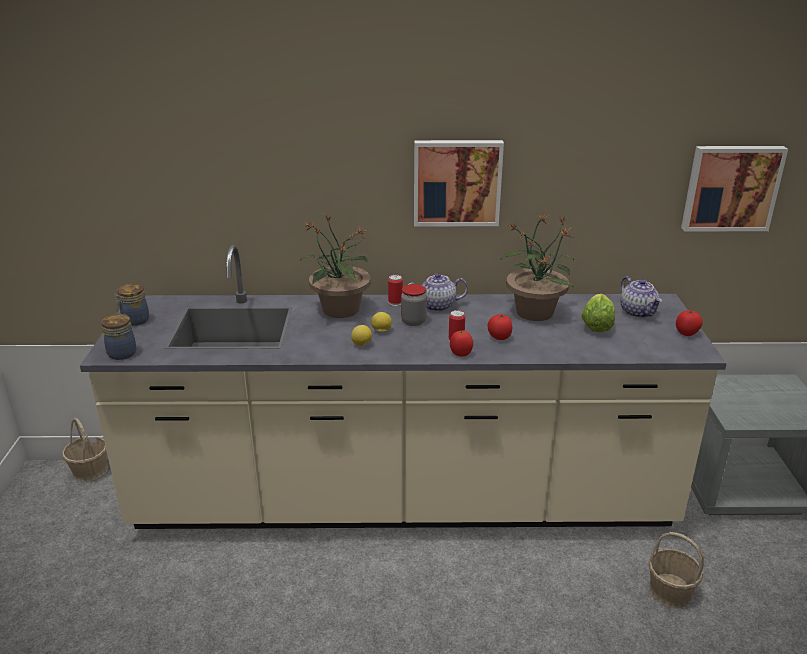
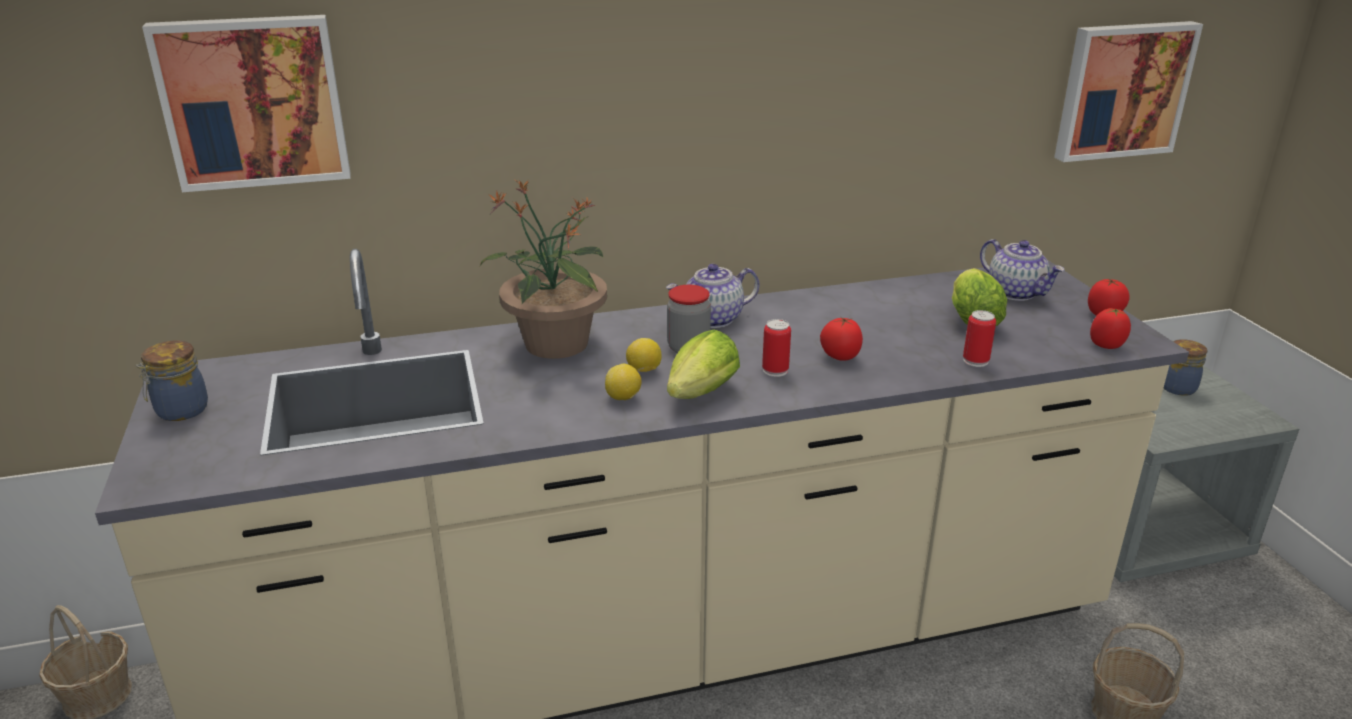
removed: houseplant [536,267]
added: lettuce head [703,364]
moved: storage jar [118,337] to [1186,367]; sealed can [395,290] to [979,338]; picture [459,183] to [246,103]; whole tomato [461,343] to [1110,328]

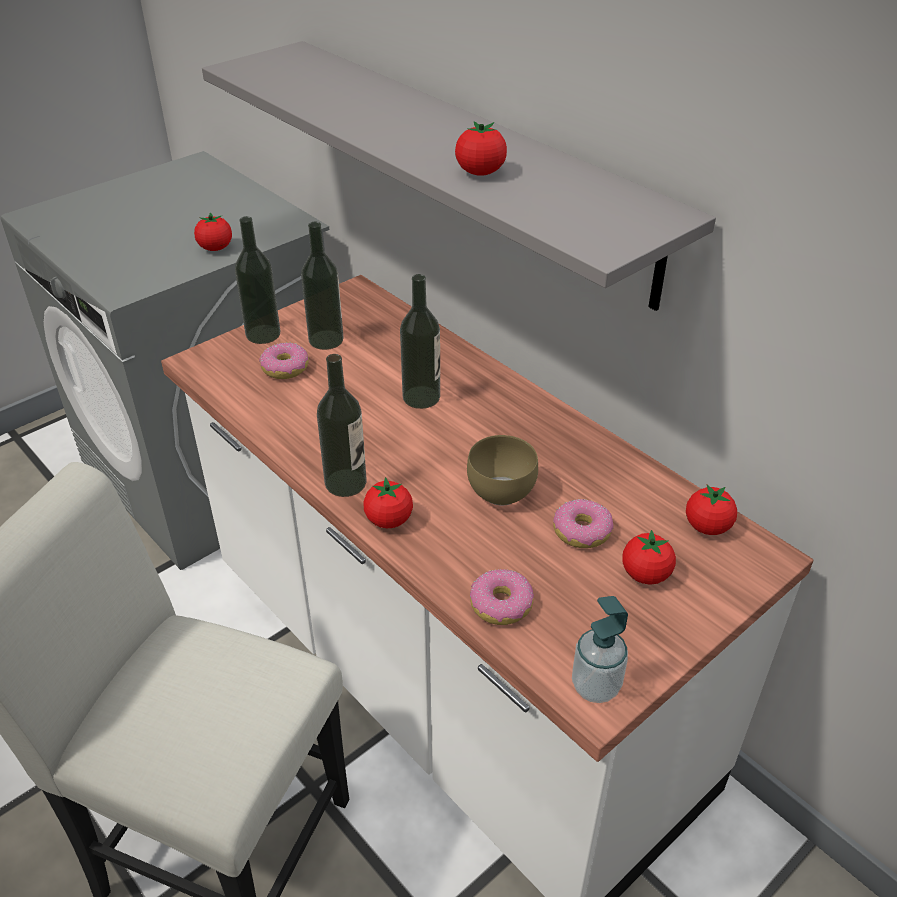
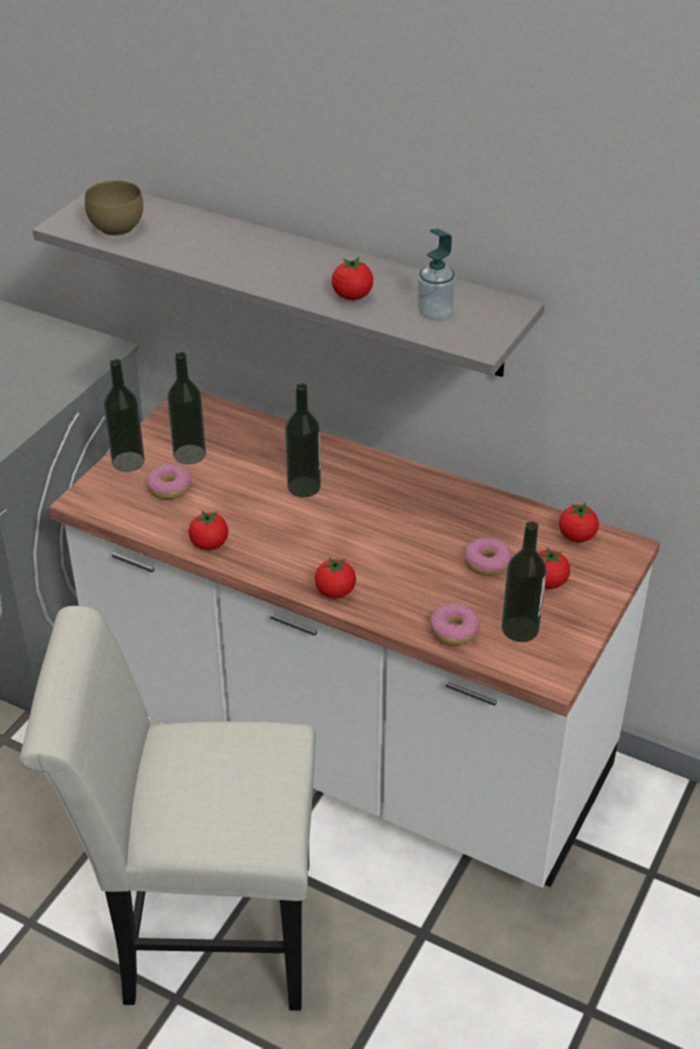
moved: whole tomato [213,231] to [208,530]; drink bottle [342,425] to [524,581]; serving bowl/brown [502,470] to [114,208]; soap dispenser [600,649] to [436,275]

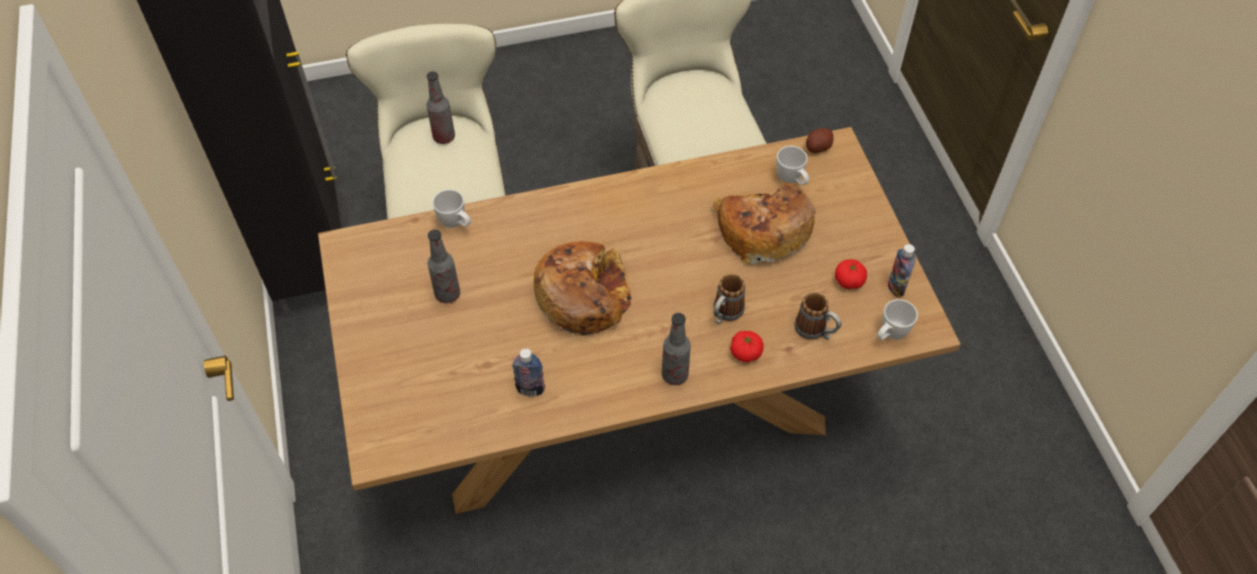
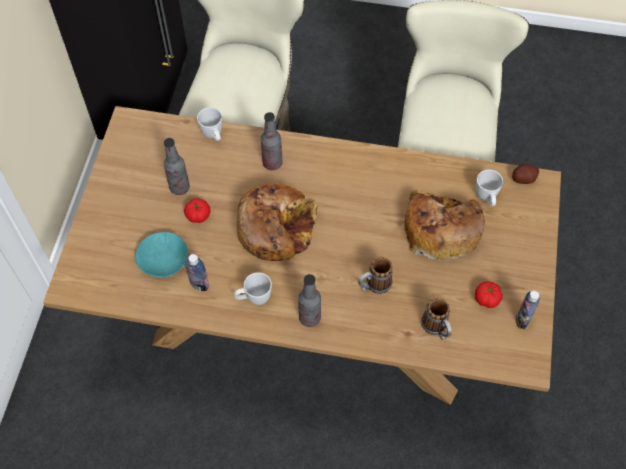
added: serving bowl/turquoise-coloured [161,254]
moved: drink bottle [441,107] to [272,141]; whole tomato [747,346] to [197,210]; mug/whitish [897,319] to [253,288]

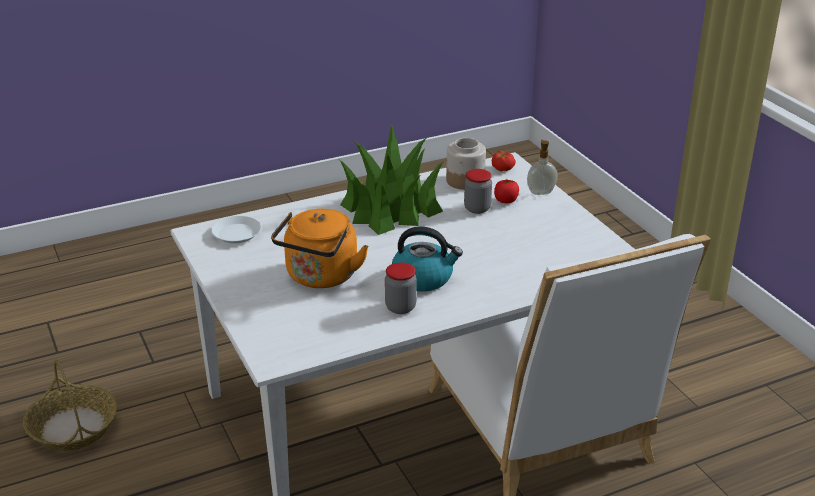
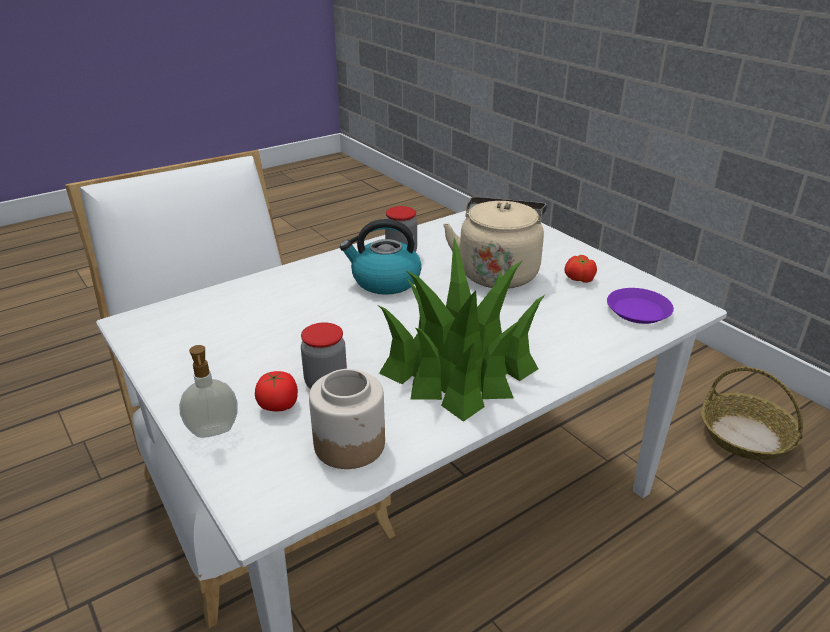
moved: whole tomato [504,161] to [581,269]
recoloured: flat dish/whitish [236,229] to flat dish/purple [640,306]; water kettle/orange-coloured [320,248] to water kettle/beige-coloured [495,243]

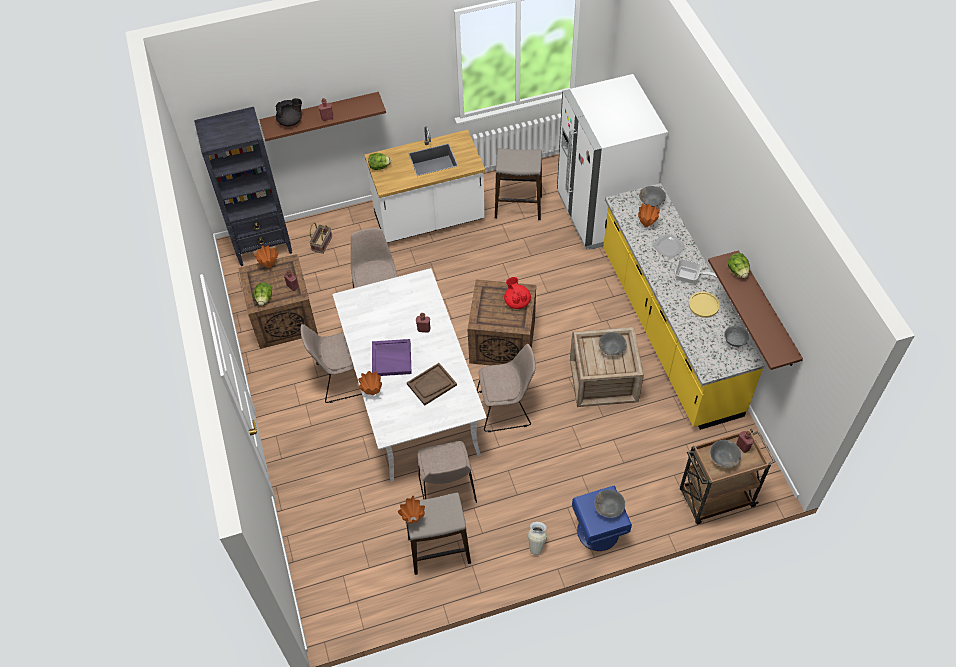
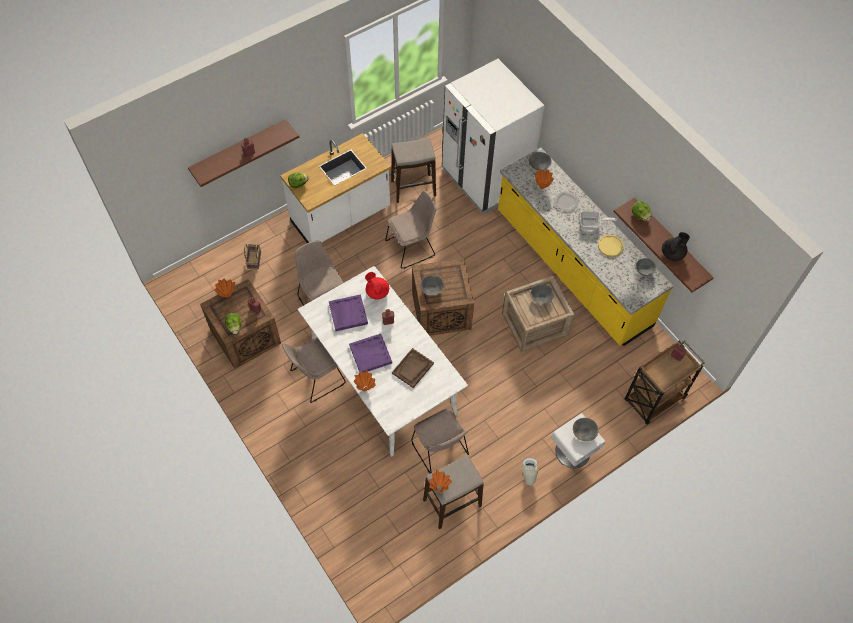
removed: bookcase/black-coloured [243,186]
added: carrying tray/purple [348,312]
moved: tea pot/black-coloured [288,112] to [676,246]; chair/beige-coloured [506,388] to [410,229]; tea pot/red [517,293] to [377,285]; serving bowl/grey [725,454] to [432,285]
recoloured: bedside table/blue-coloured [602,518] to bedside table/whitish [578,440]

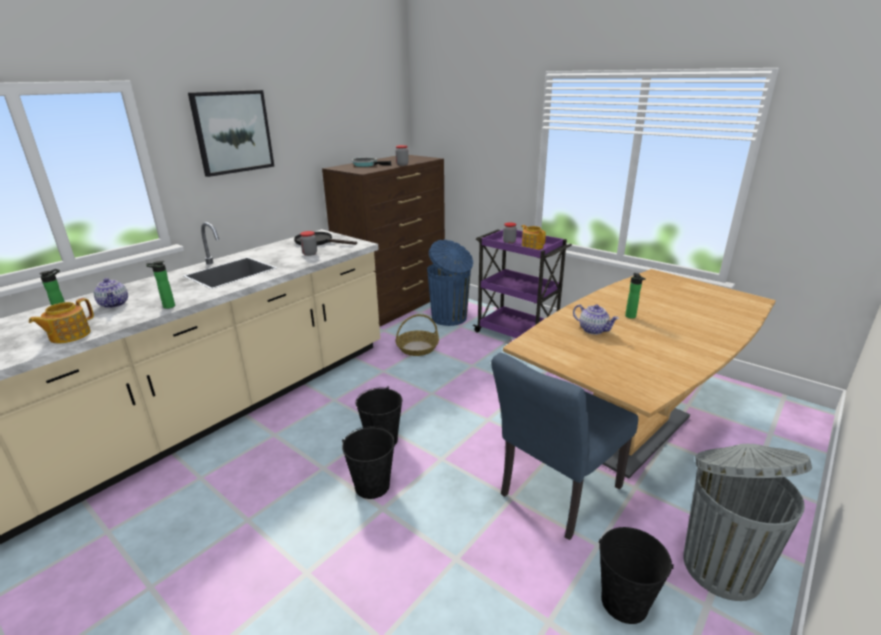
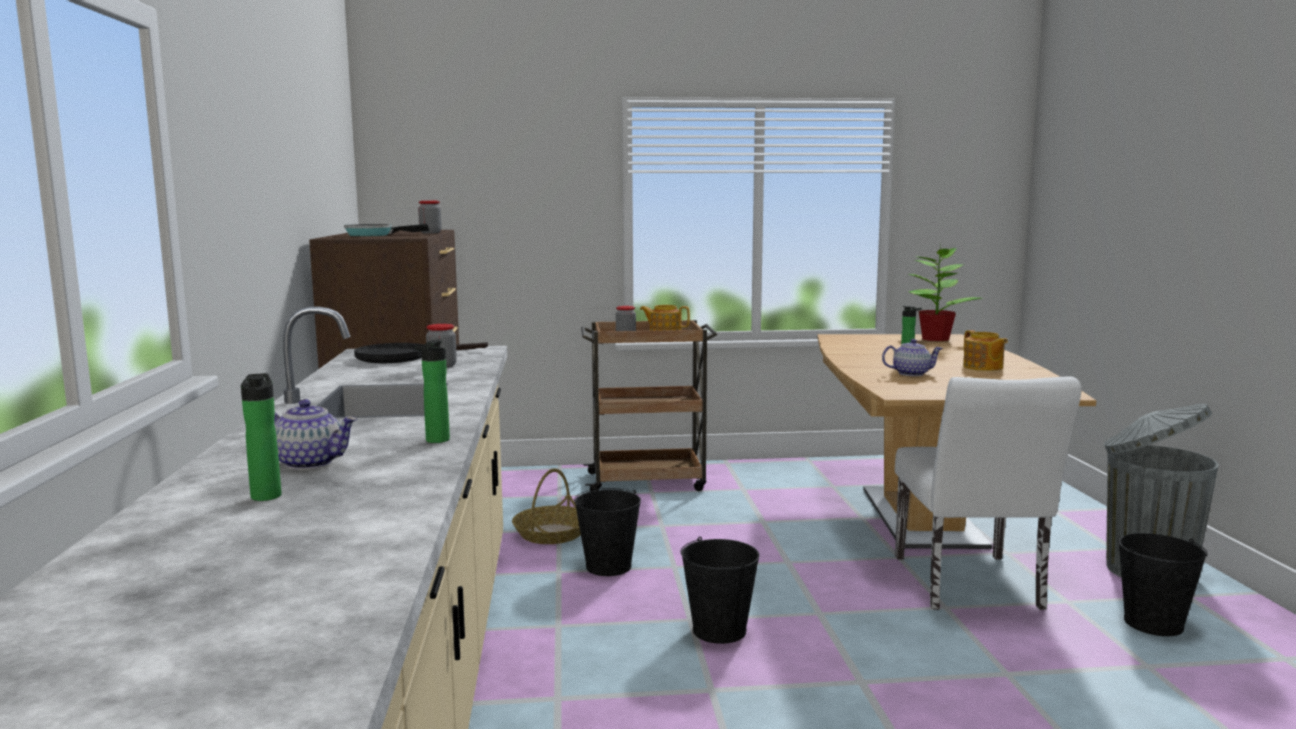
removed: picture [231,133]; rubbish bin/blue-coloured [450,283]
added: houseplant [945,292]
moved: tea pot [61,320] to [985,350]; bucket/black-coloured [368,462] to [607,532]
recoloured: cart/purple [522,283] to cart/brown [649,406]; chair/blue-coloured [564,446] to chair/whitish [988,493]

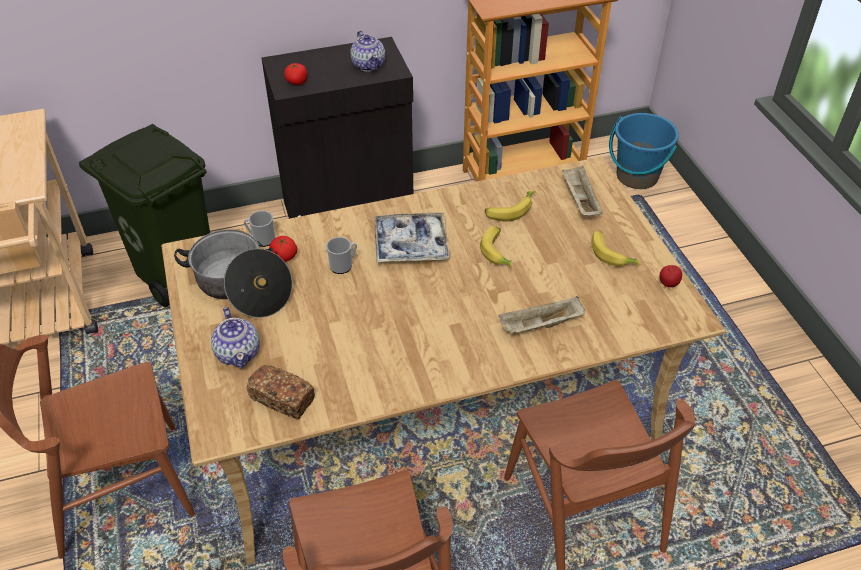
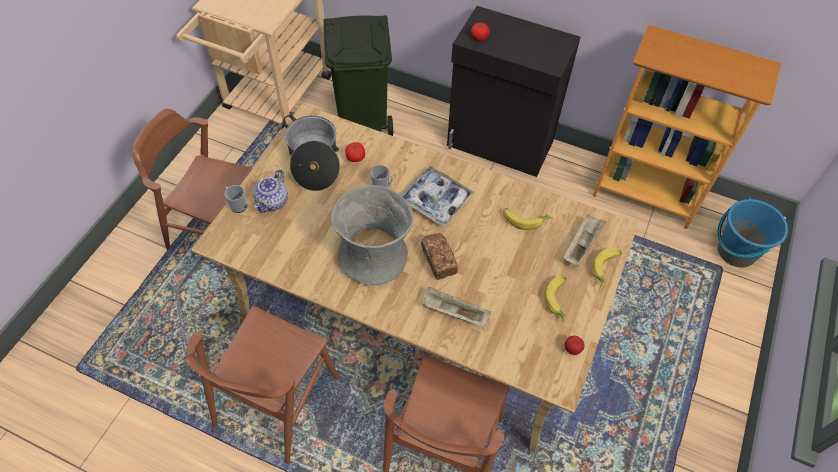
removed: tea pot [367,51]
added: decorative vase/grey [372,235]
moved: mug [259,229] to [236,199]; bread [281,392] to [439,256]; banana fruit [496,247] to [607,267]

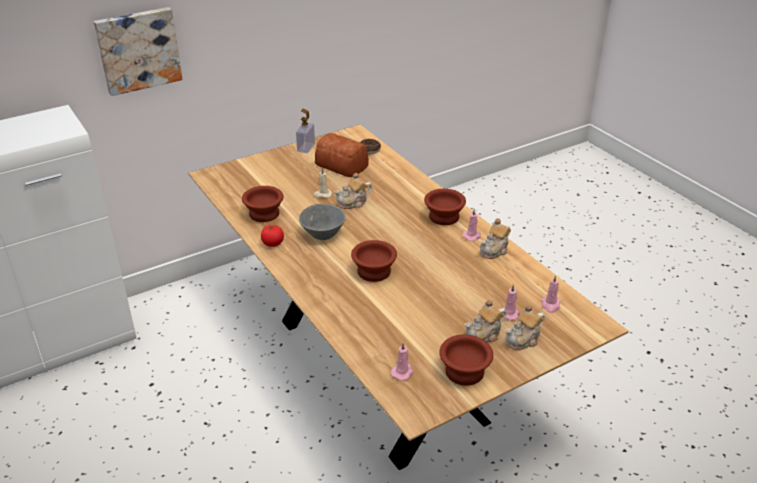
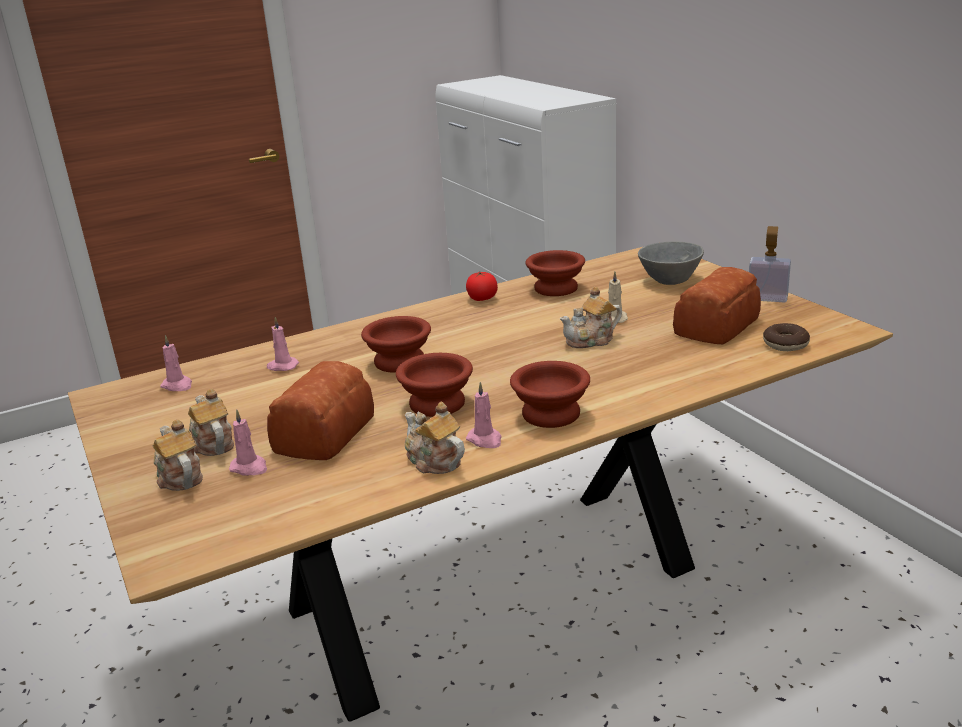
removed: picture [138,51]
added: bread [320,410]
moved: serving bowl/grey [322,222] to [671,263]; serving bowl/brown [466,360] to [434,385]; wax light/pinkish [550,294] to [283,344]
turned: tea pot [353,191] = [591,317] 90 degrees counterclockwise

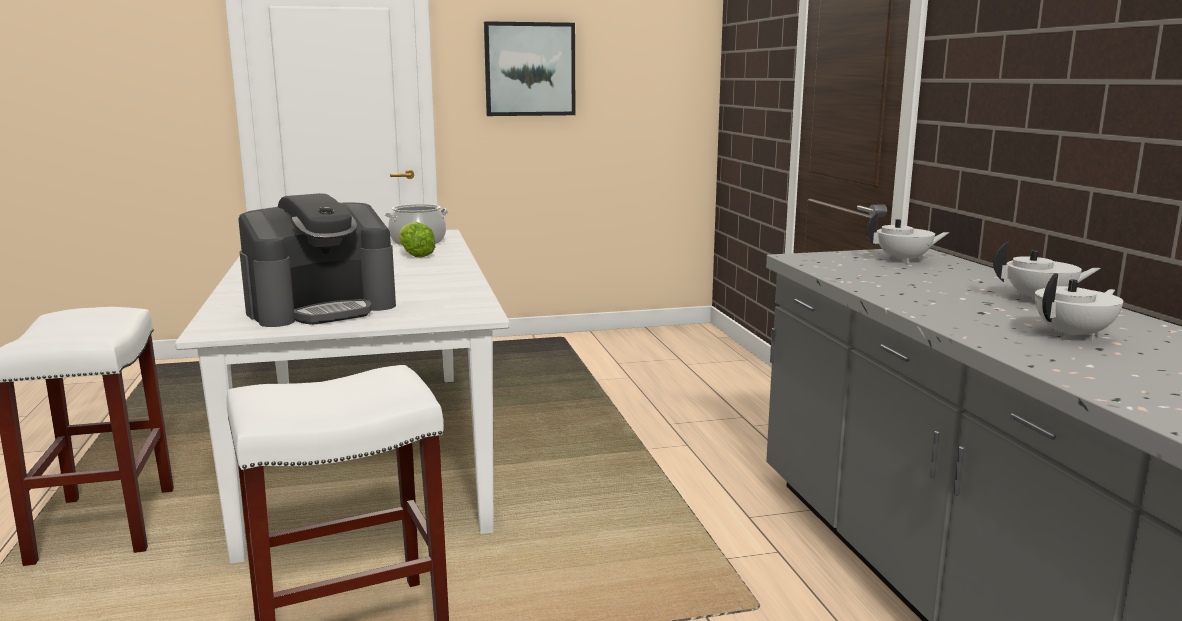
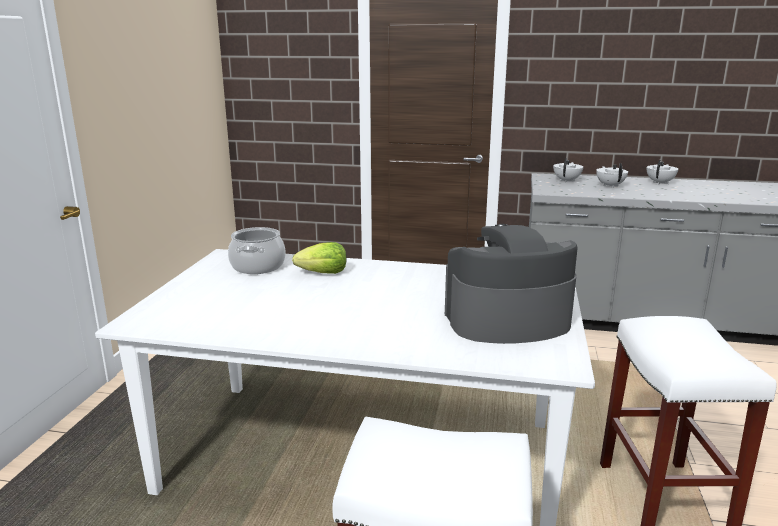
removed: picture [529,68]
moved: tea pot/whitish [1079,307] to [612,175]
turned: coffee brewer [317,260] = [511,284] 90 degrees counterclockwise

